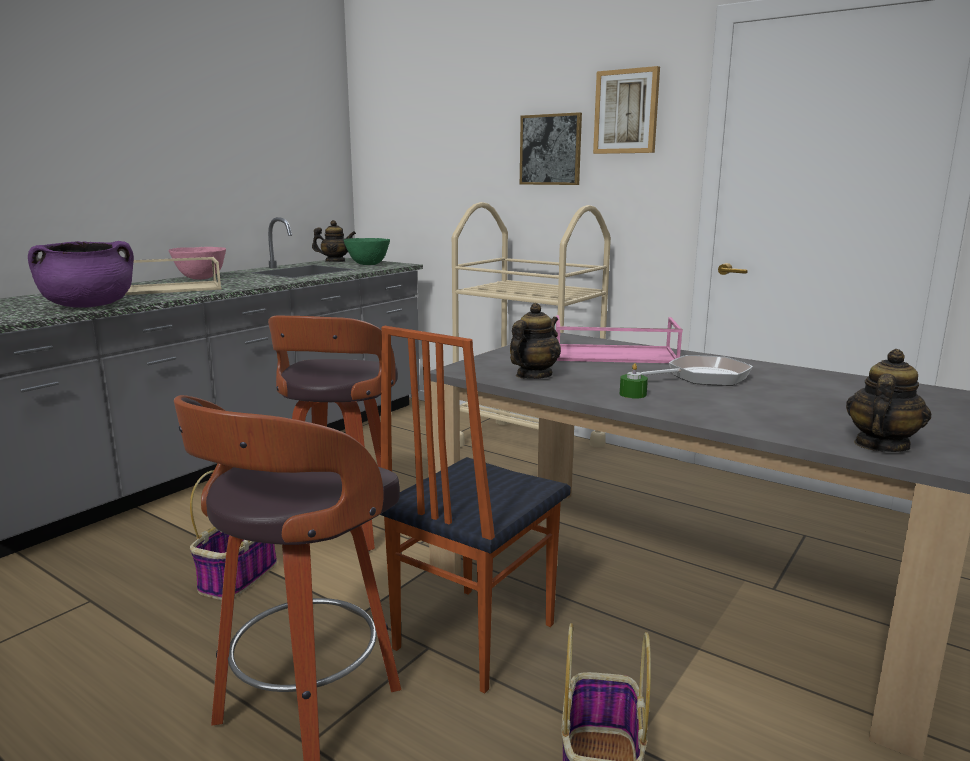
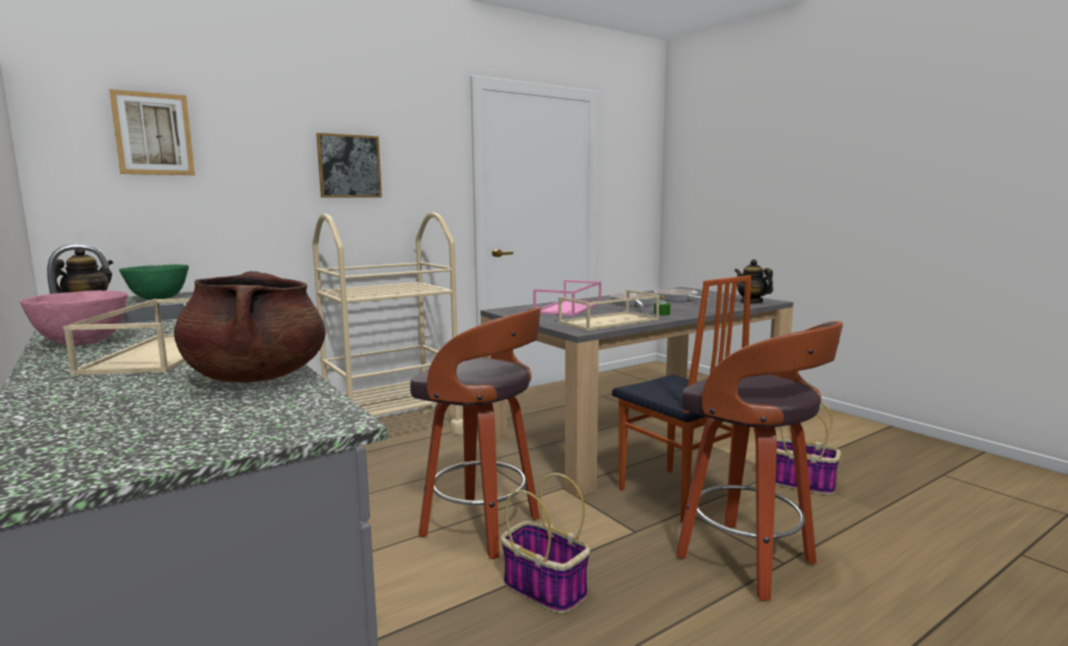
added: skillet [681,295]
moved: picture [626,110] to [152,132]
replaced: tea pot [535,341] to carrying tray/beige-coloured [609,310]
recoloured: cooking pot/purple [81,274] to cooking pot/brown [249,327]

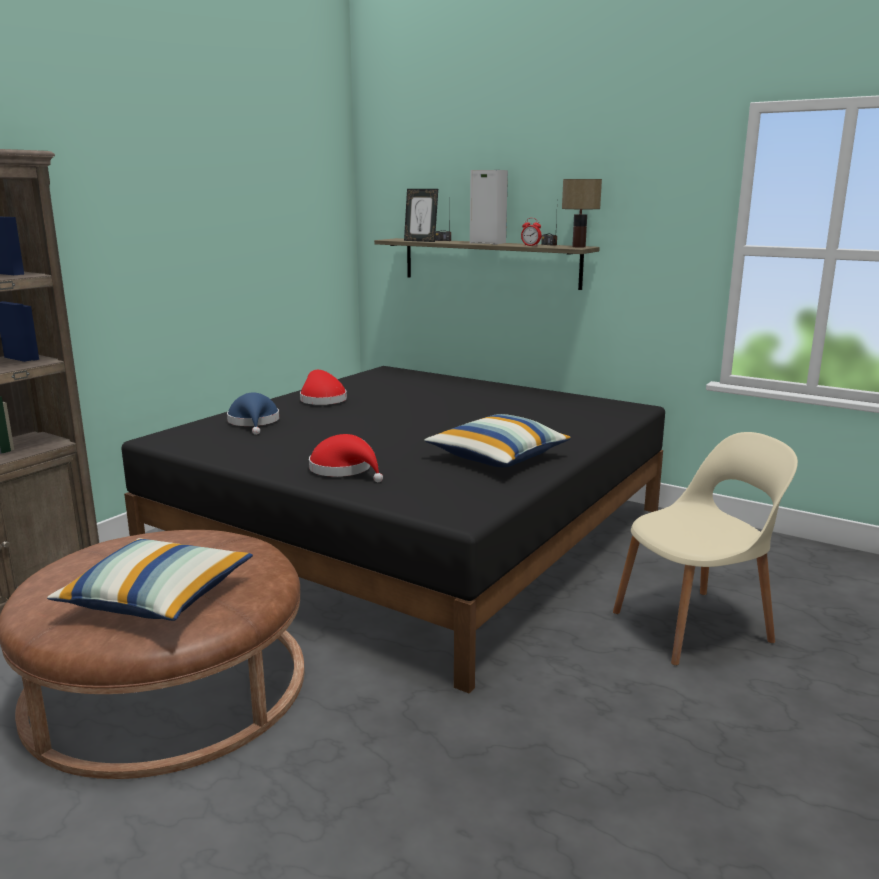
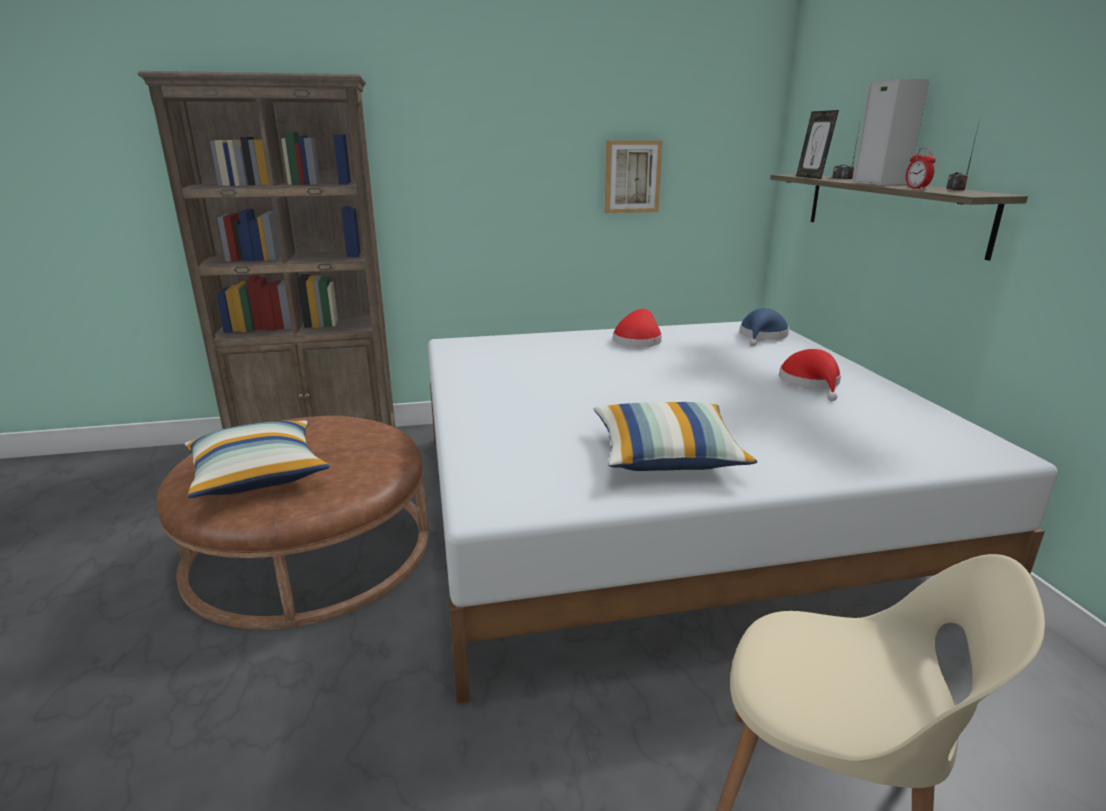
removed: lamp for a table [582,213]
added: picture [633,176]
moved: clothing hat/blue-coloured [253,413] to [764,327]; clothing hat/red [346,458] to [810,375]
recoloured: bed/black-coloured [393,529] to bed/whitish [743,512]

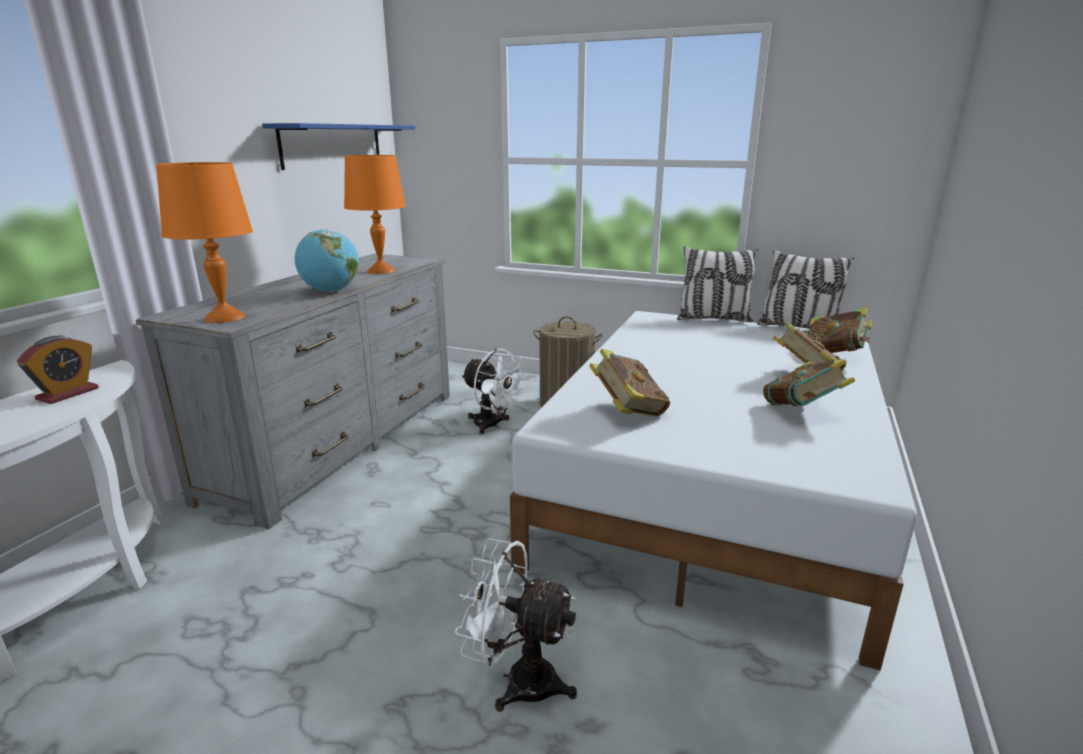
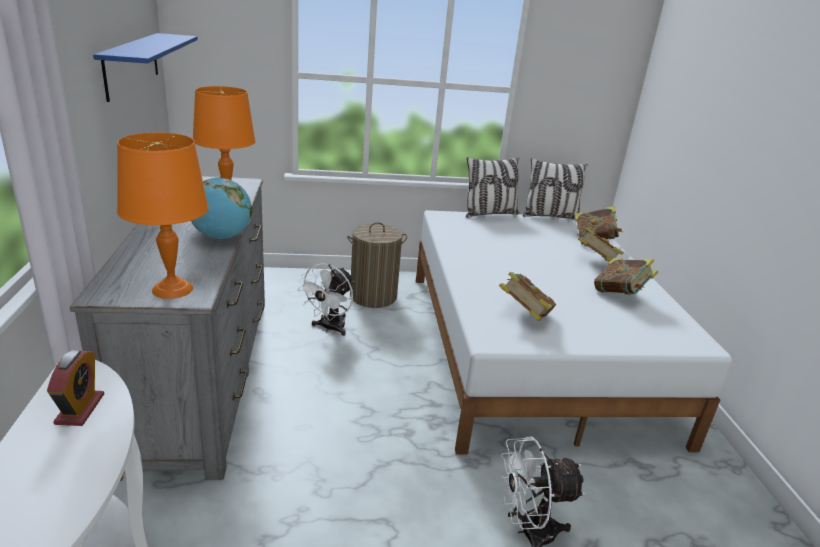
turned: cooling fan/whitish [494,391] = [325,299] 105 degrees clockwise

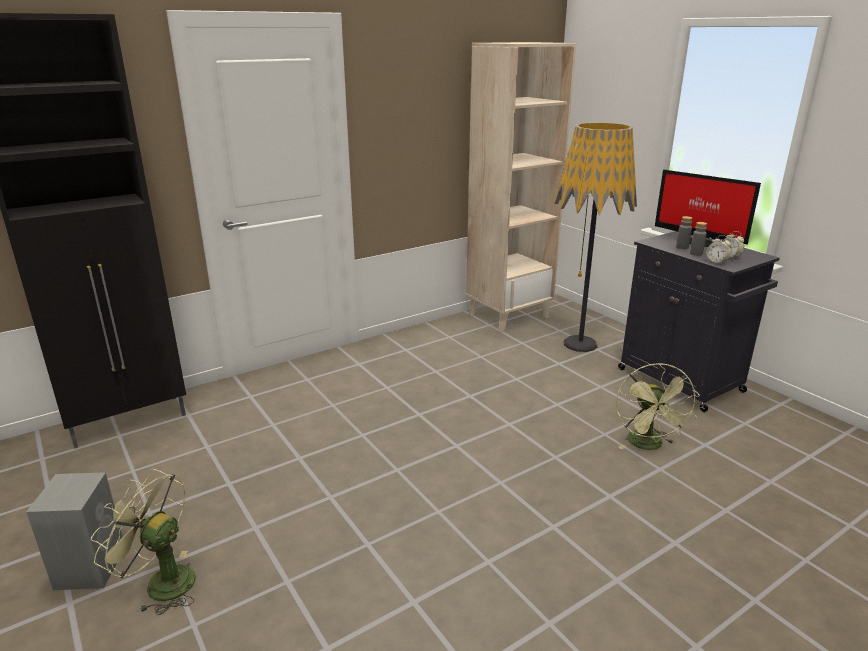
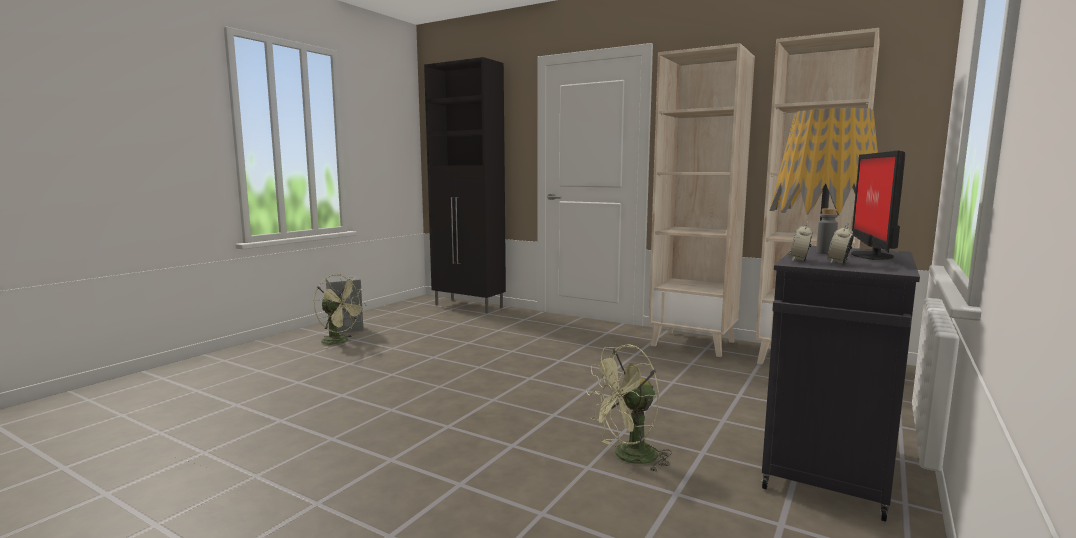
removed: drink bottle/grey [698,239]
added: bookcase/beige-coloured [702,200]
turned: cooling fan/green [143,542] = [340,311] 120 degrees clockwise

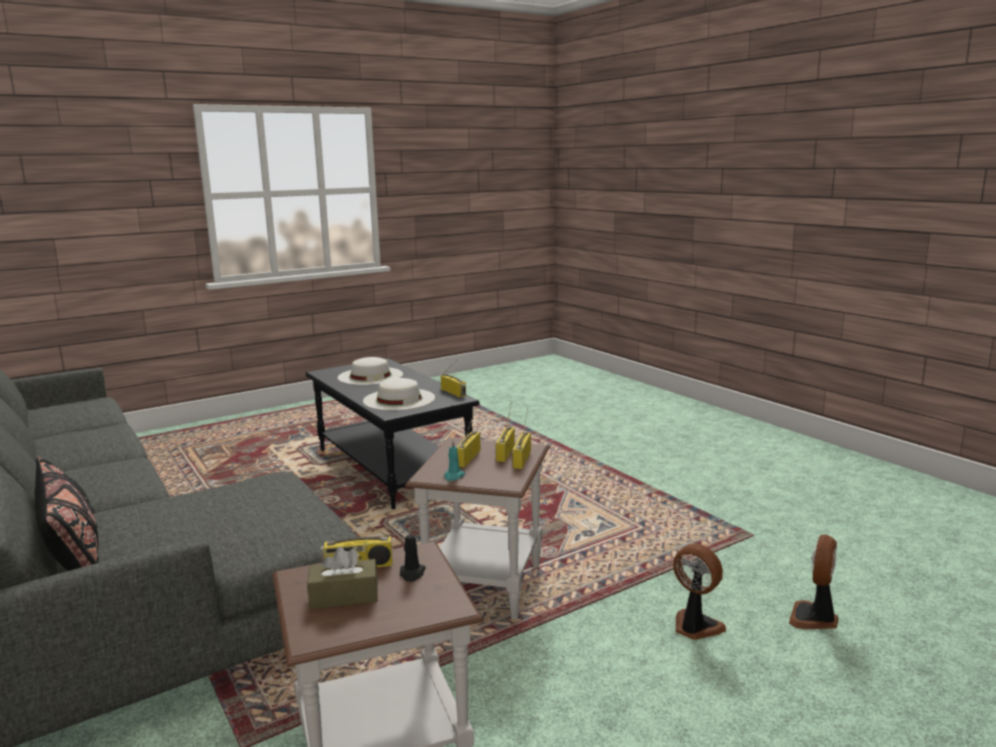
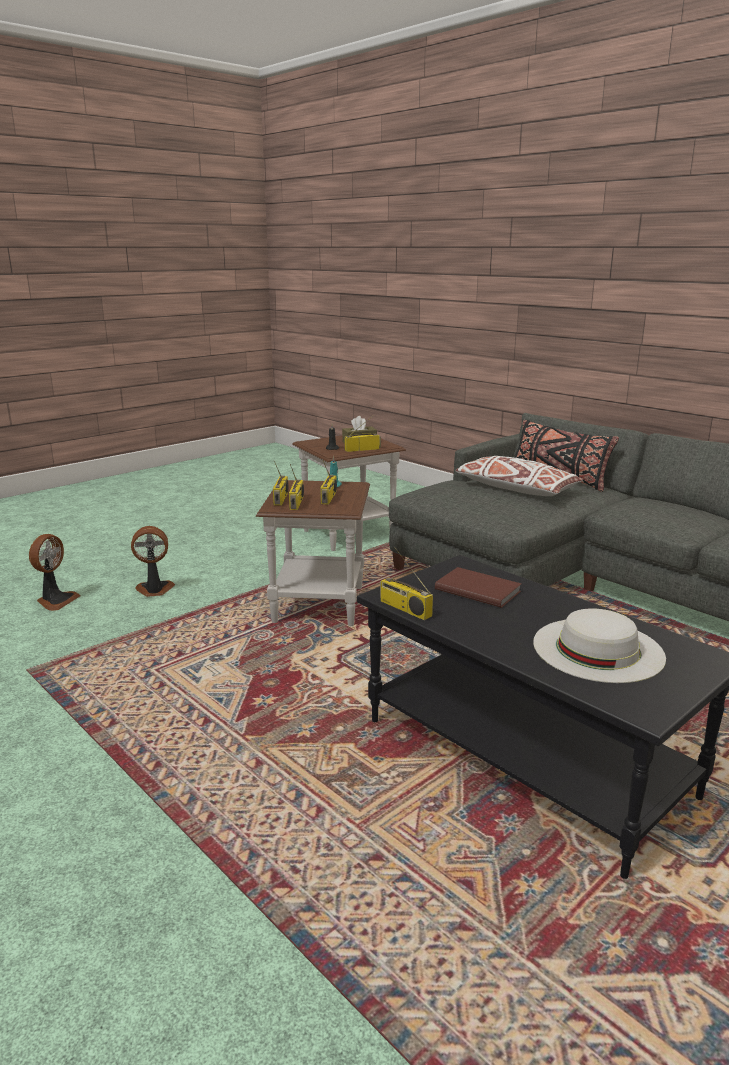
added: cushion/whitish [519,476]
replaced: clothing hat/whitish [399,394] to volume/brown [478,587]
turned: cooling fan [699,591] = [153,561] 135 degrees clockwise

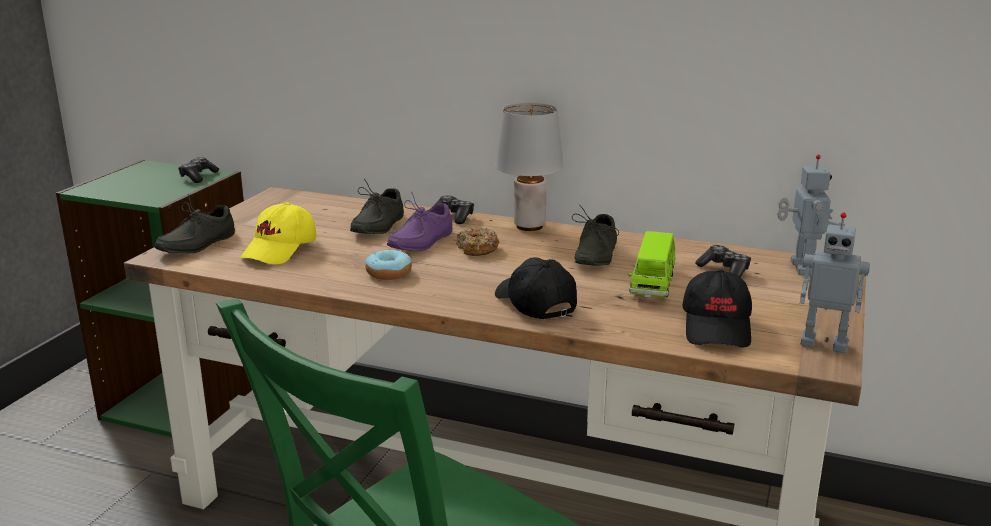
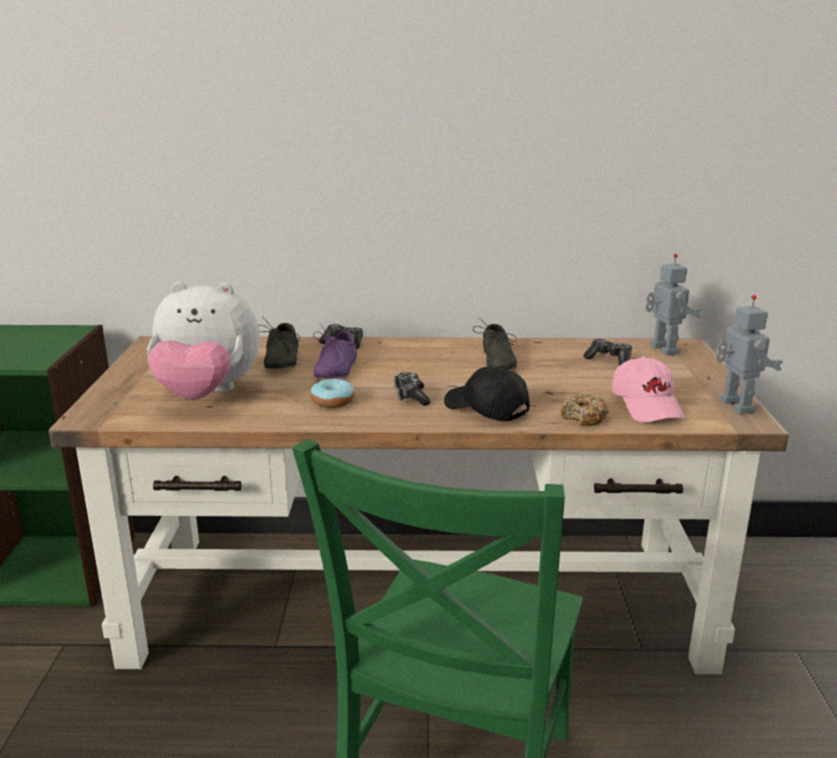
removed: item of footwear/grey [194,223]; lamp for a table/grey [529,167]; toy car/green [652,264]
moved: game controller [198,170] to [412,389]; doughnut [477,241] to [585,410]
replaced: peaked cap/yellowish [278,233] to plush toy [203,341]
recoloured: peaked cap/black-coloured [717,308] to peaked cap/pinkish [648,389]
turned: toy robot [835,282] = [749,354] 105 degrees counterclockwise

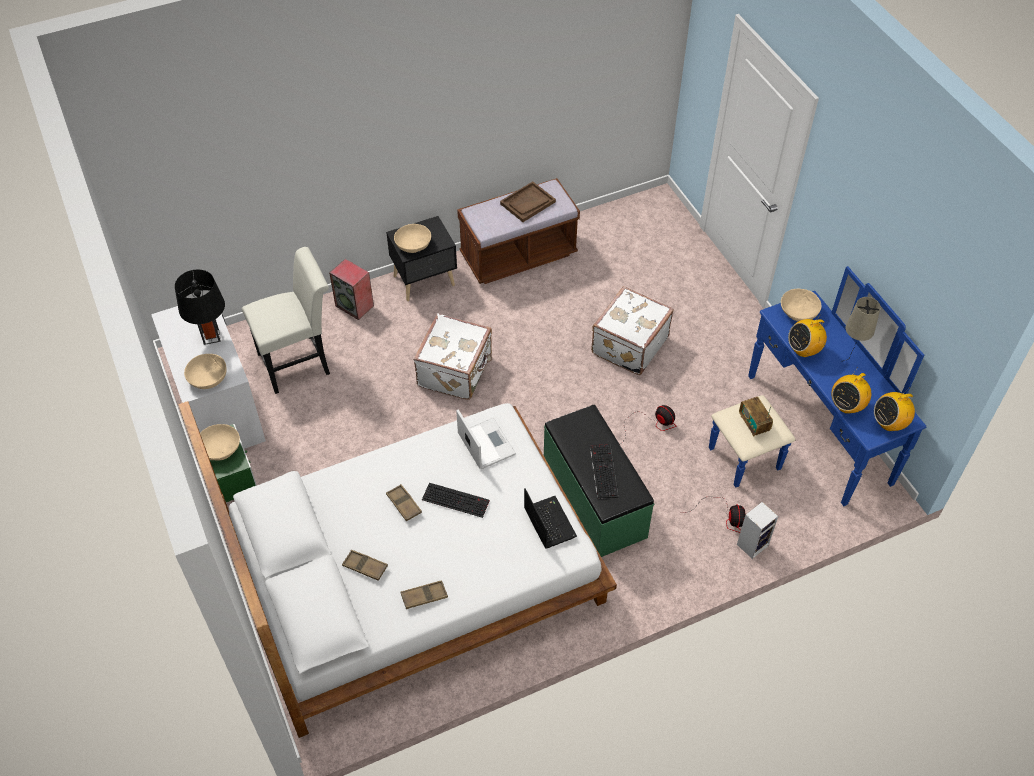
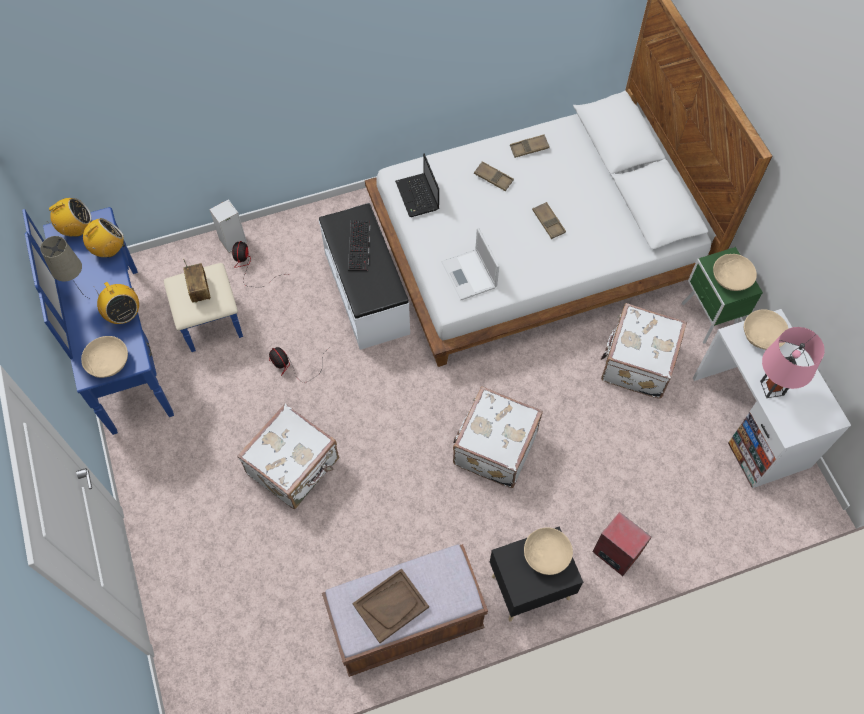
removed: chair/whitish [286,320]; computer keyboard [456,500]
added: travel case/whitish [644,350]
moved: carrying tray/brown [365,565] to [494,176]
recoloured: lamp for a table/black-coloured [200,307] to lamp for a table/pinkish [792,362]; indoor bench/green [599,481] to indoor bench/whitish [364,276]
turned: radio set [807,335] = [116,303] 75 degrees clockwise

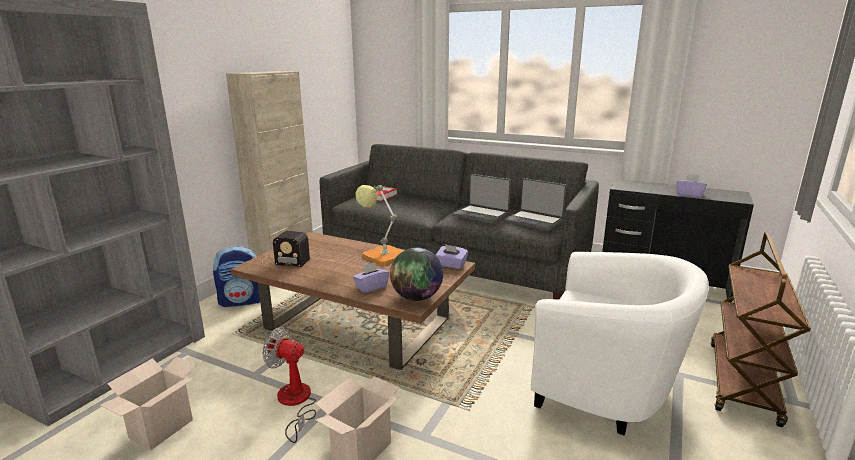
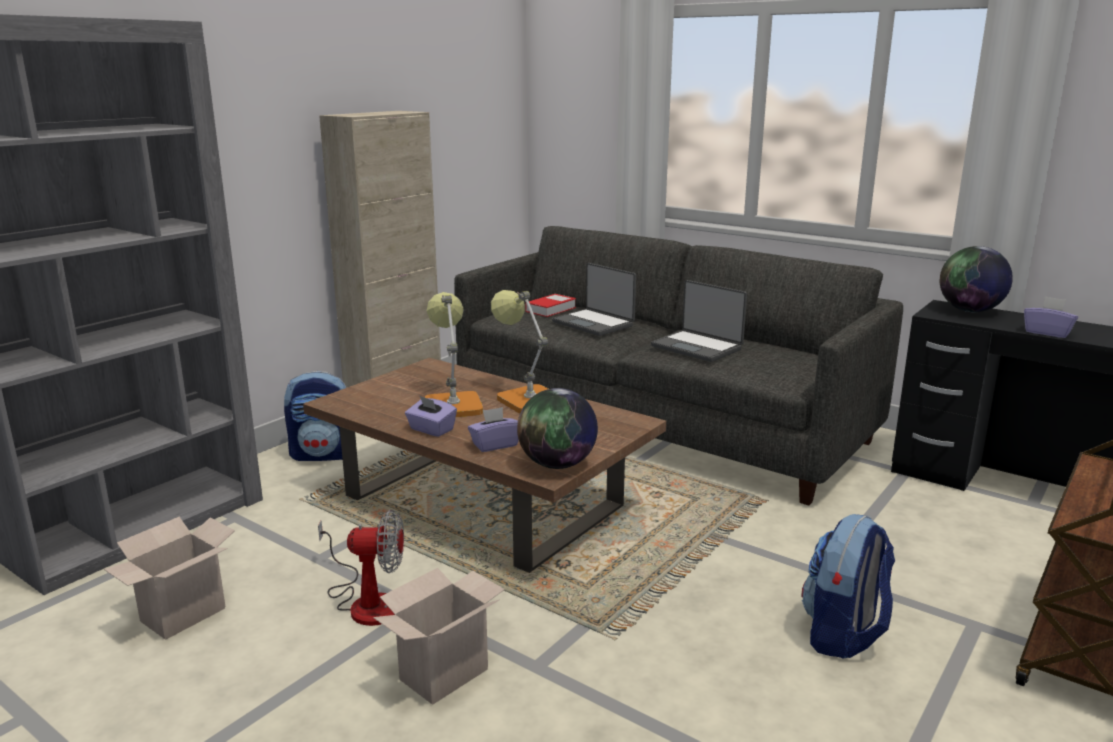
removed: radio set [286,249]
added: lamp for a table [454,354]; world globe [976,279]
moved: tissue box/purple [452,256] to [431,416]; laptop [536,204] to [594,299]
replaced: armchair/whitish [620,344] to knapsack [848,586]
turned: cooling fan [289,385] = [361,567] 150 degrees clockwise

